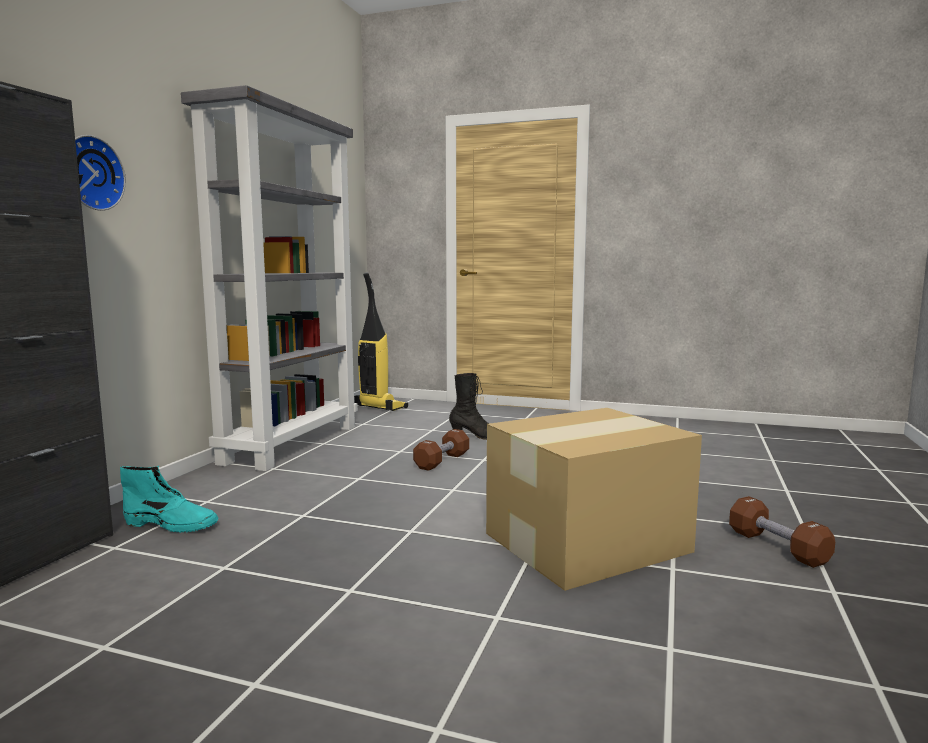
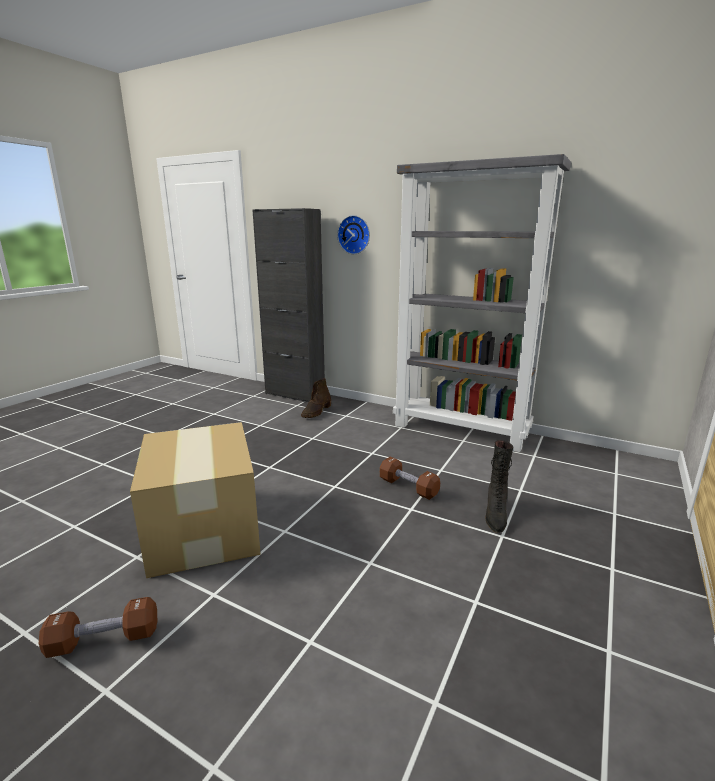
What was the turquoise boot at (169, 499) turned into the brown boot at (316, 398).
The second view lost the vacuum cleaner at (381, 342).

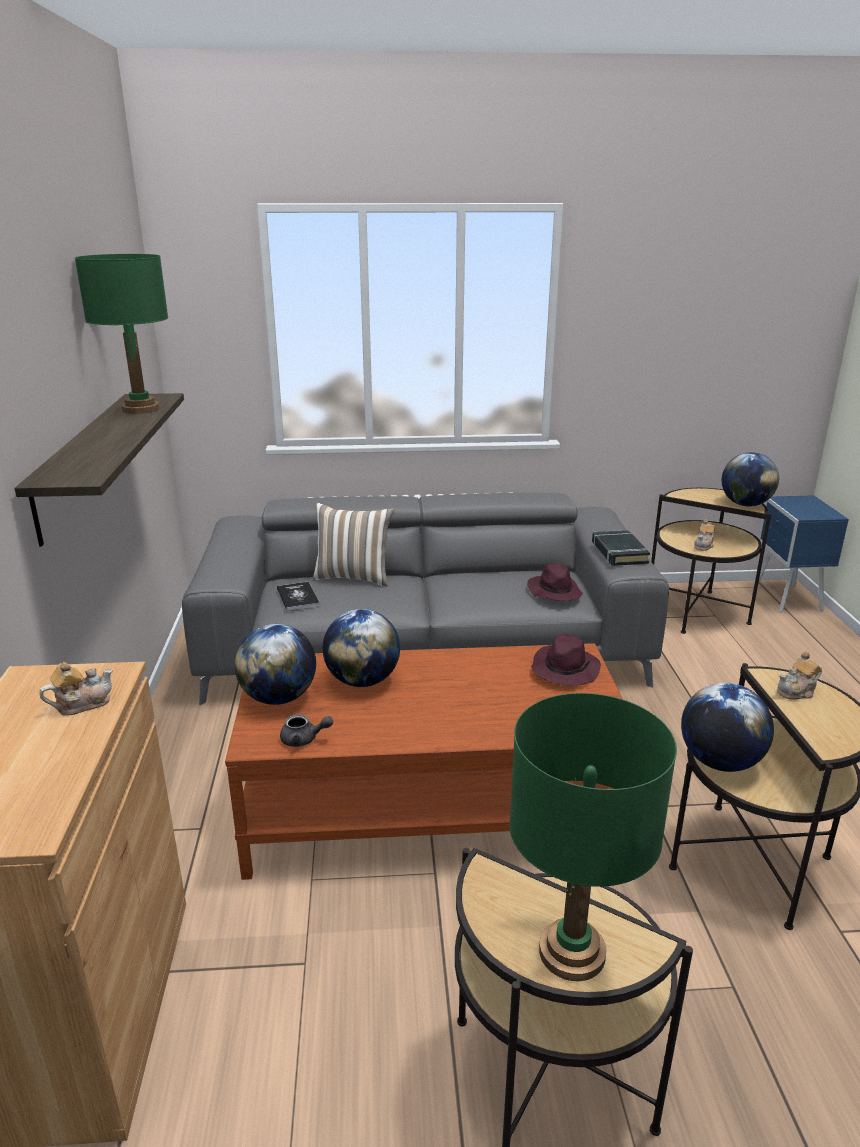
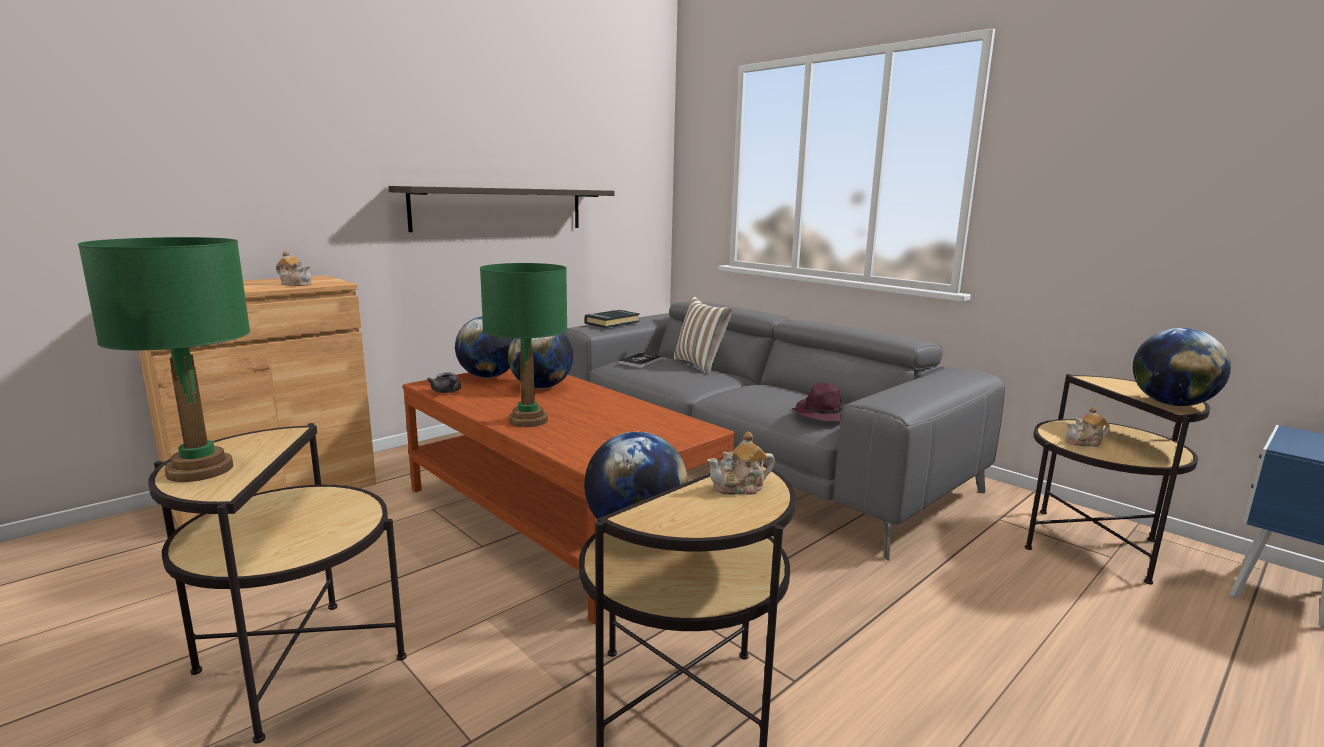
The green table lamp ended up elsewhere, having gone from (121, 334) to (524, 345).
The second view lost the purple hat at (566, 660).
The black book ended up elsewhere, having gone from (621, 548) to (612, 319).
The teapot at (799, 675) ended up facing another way, 45 degrees counterclockwise from before.

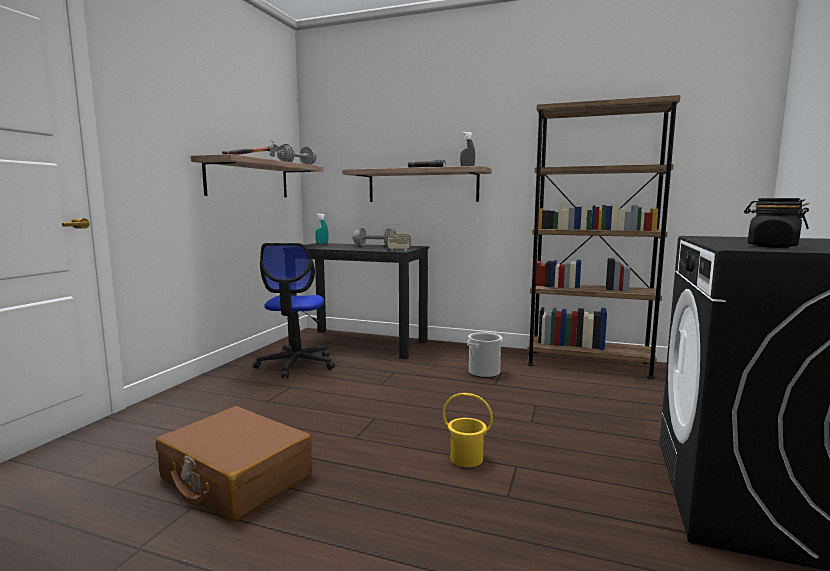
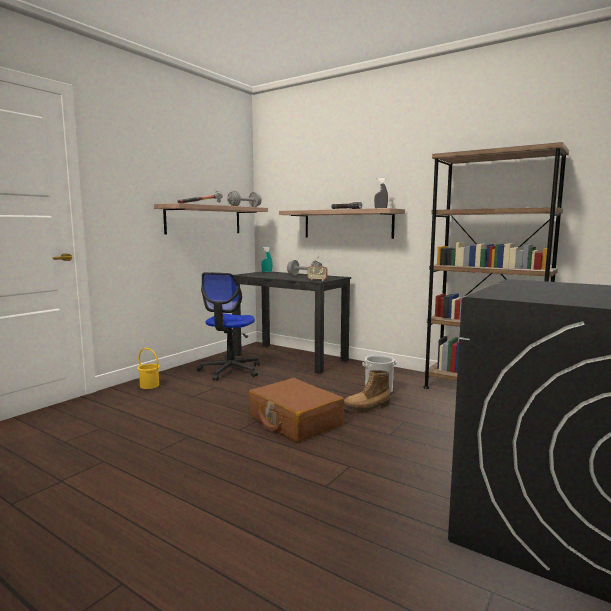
The brown suitcase ended up elsewhere, having gone from (234, 463) to (296, 410).
The yellow bucket ended up elsewhere, having gone from (468, 430) to (148, 368).
The second view lost the black jar at (776, 223).
The second view gained the boot at (367, 391).

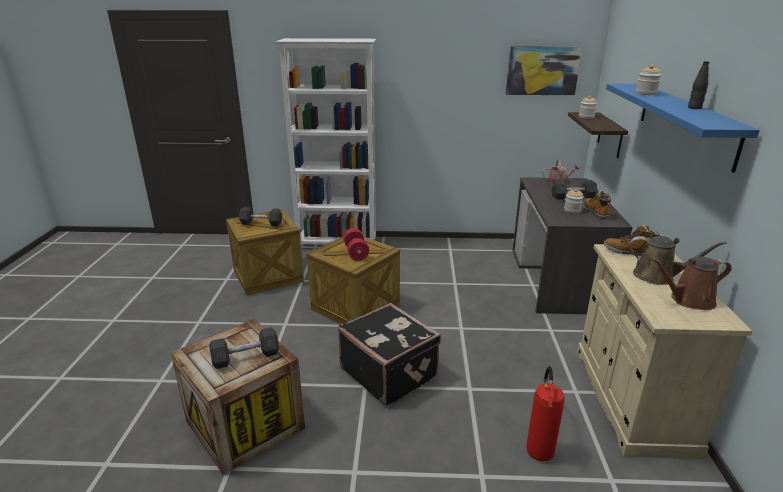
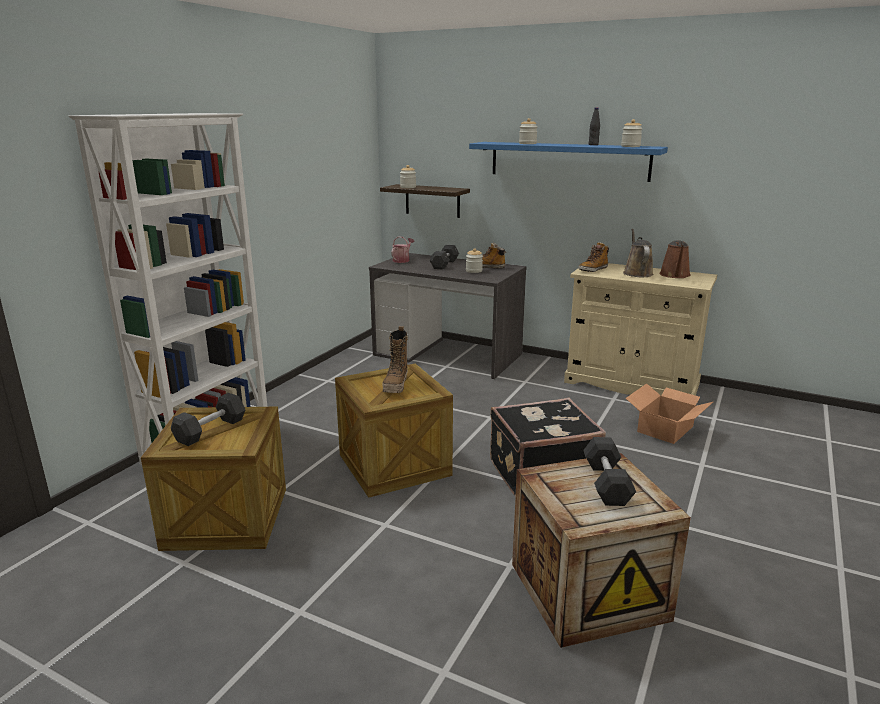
Where the red dumbbell stood at (356, 244), the boot came to stand at (395, 359).
The second view lost the picture at (544, 70).
Where the fire extinguisher stood at (545, 413), the cardboard box came to stand at (669, 414).
The brown watering can at (678, 260) ended up facing another way, 45 degrees counterclockwise from before.
The second view gained the jar at (632, 133).

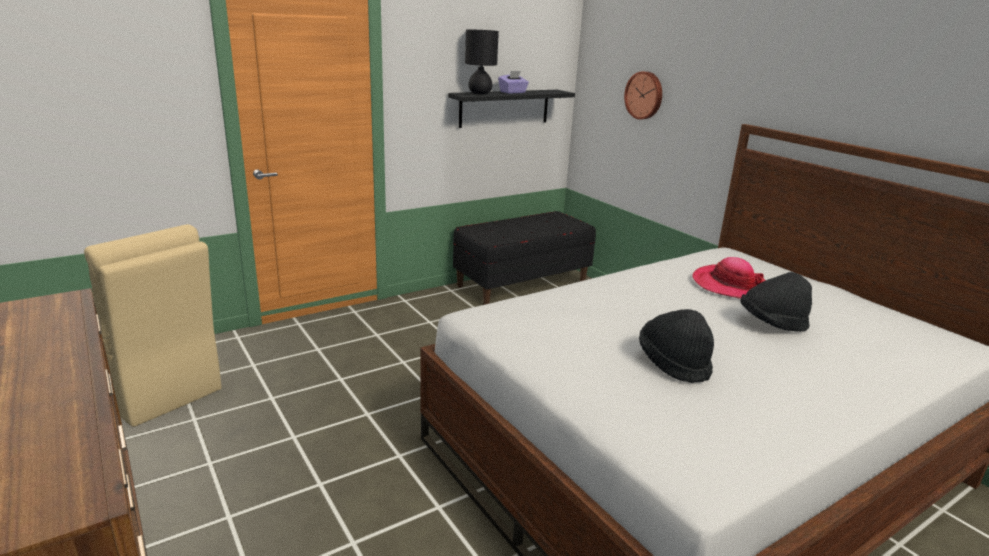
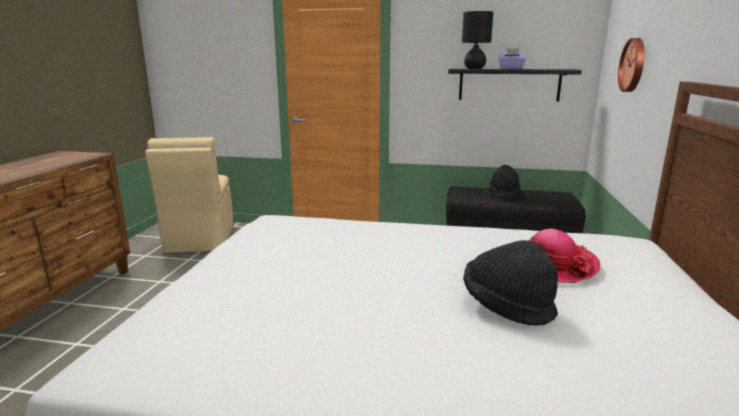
The black hat ended up elsewhere, having gone from (676, 346) to (505, 182).

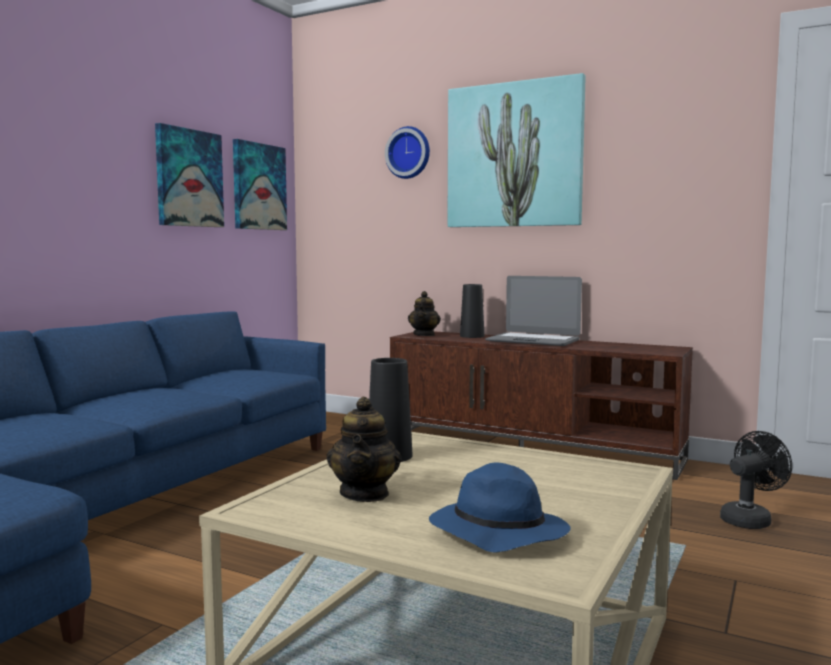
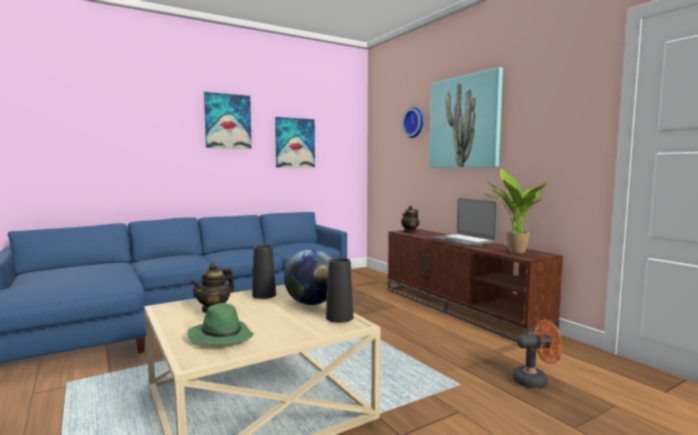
The picture ended up elsewhere, having gone from (260, 184) to (228, 120).
What was the blue hat at (500, 507) turned into the green hat at (220, 324).
The black vase ended up elsewhere, having gone from (472, 311) to (340, 290).
What was the black fan at (756, 480) turned into the orange fan at (537, 353).
The second view gained the globe at (308, 277).
The second view gained the potted plant at (515, 211).

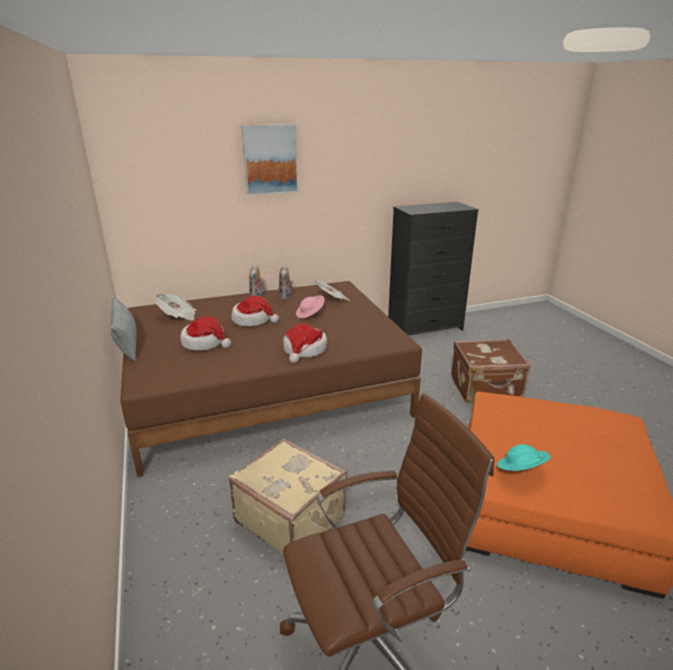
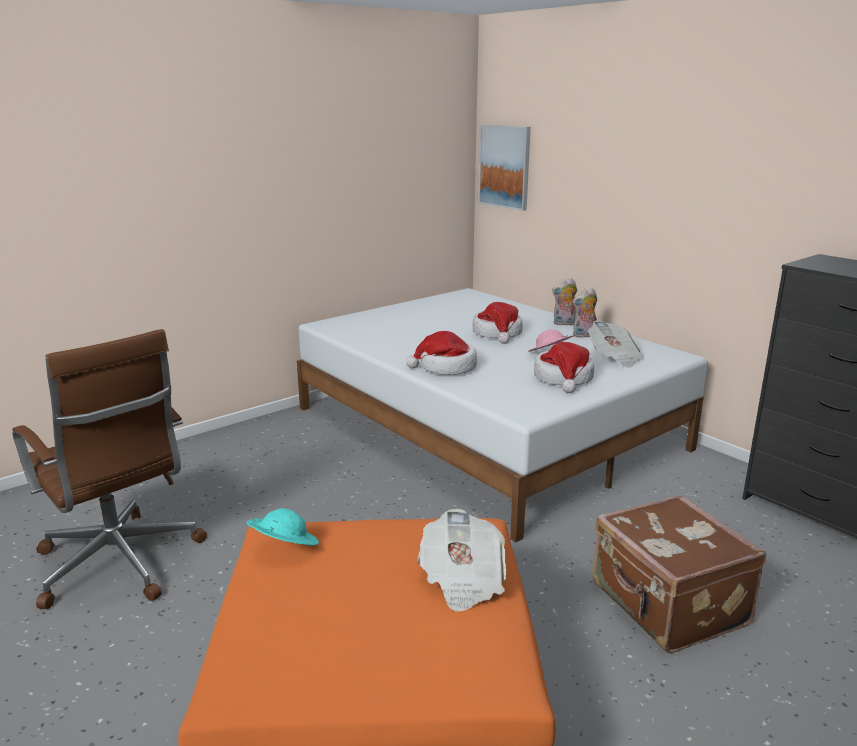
The second view lost the pillow at (124, 328).
What was the brown bed at (271, 379) turned into the white bed at (502, 415).
The newspaper ended up elsewhere, having gone from (175, 307) to (461, 560).
The hat ended up elsewhere, having gone from (205, 333) to (564, 367).
The second view lost the beige suitcase at (288, 497).
The picture ended up elsewhere, having gone from (269, 160) to (505, 167).

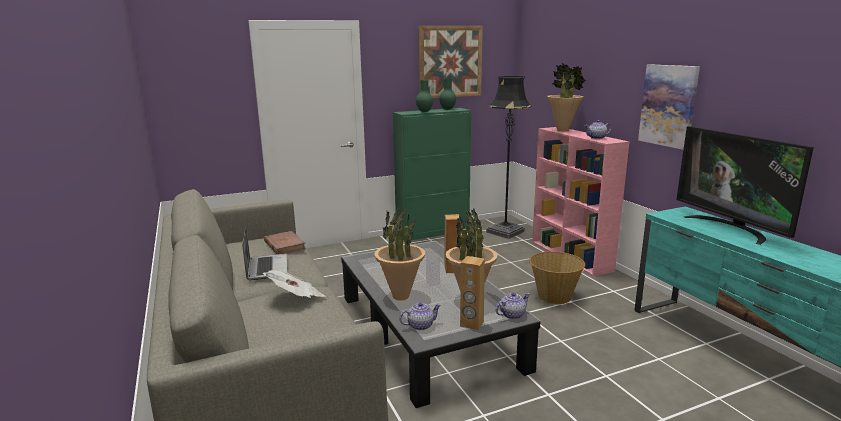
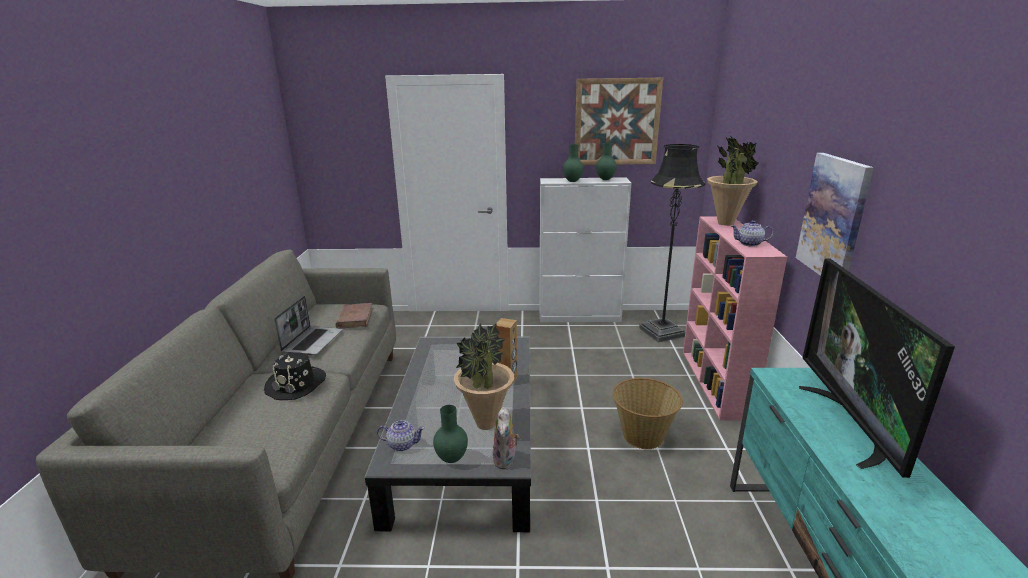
Where the newspaper stood at (294, 284), the black hat came to stand at (295, 376).
The second view lost the potted plant at (399, 254).
What was the green cabinet at (432, 174) turned into the white cabinet at (585, 249).
Where the brown speaker stood at (472, 293), the green vase came to stand at (450, 434).
Where the teapot stood at (513, 305), the plush toy came to stand at (506, 438).

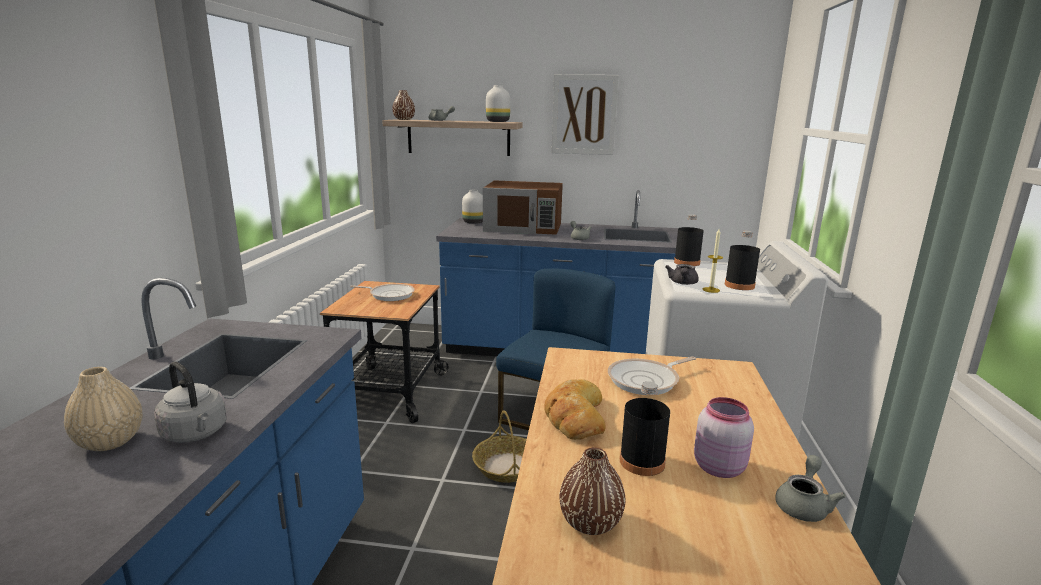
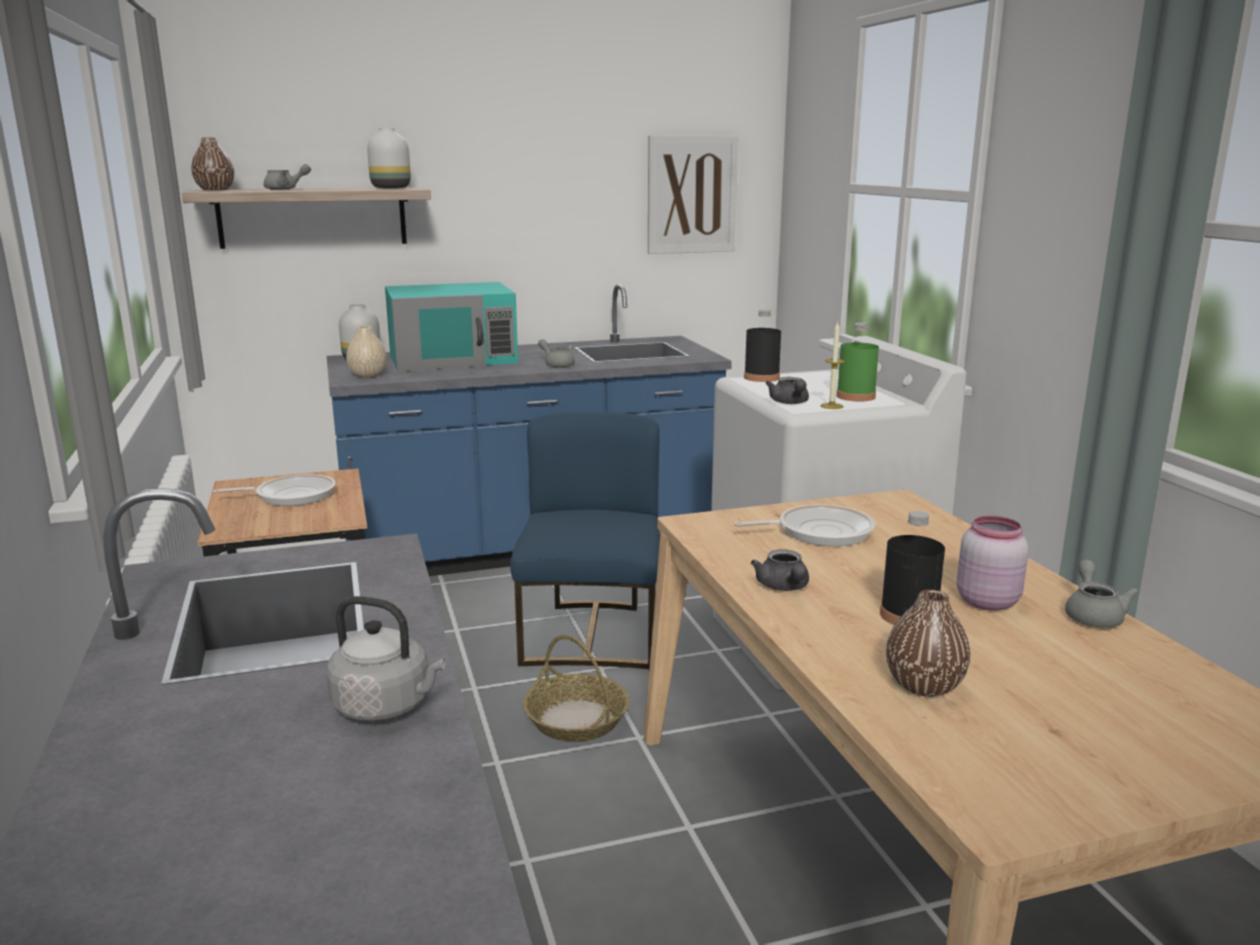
The beige vase ended up elsewhere, having gone from (103, 409) to (366, 352).
What was the brown microwave at (523, 207) turned into the turquoise microwave at (451, 327).
Where the bread stood at (575, 409), the grey teapot came to stand at (780, 570).
The picture ended up elsewhere, having gone from (585, 114) to (693, 194).
The frying pan at (652, 375) ended up facing another way, 135 degrees counterclockwise from before.
What was the black bottle at (742, 260) turned into the green bottle at (858, 362).

